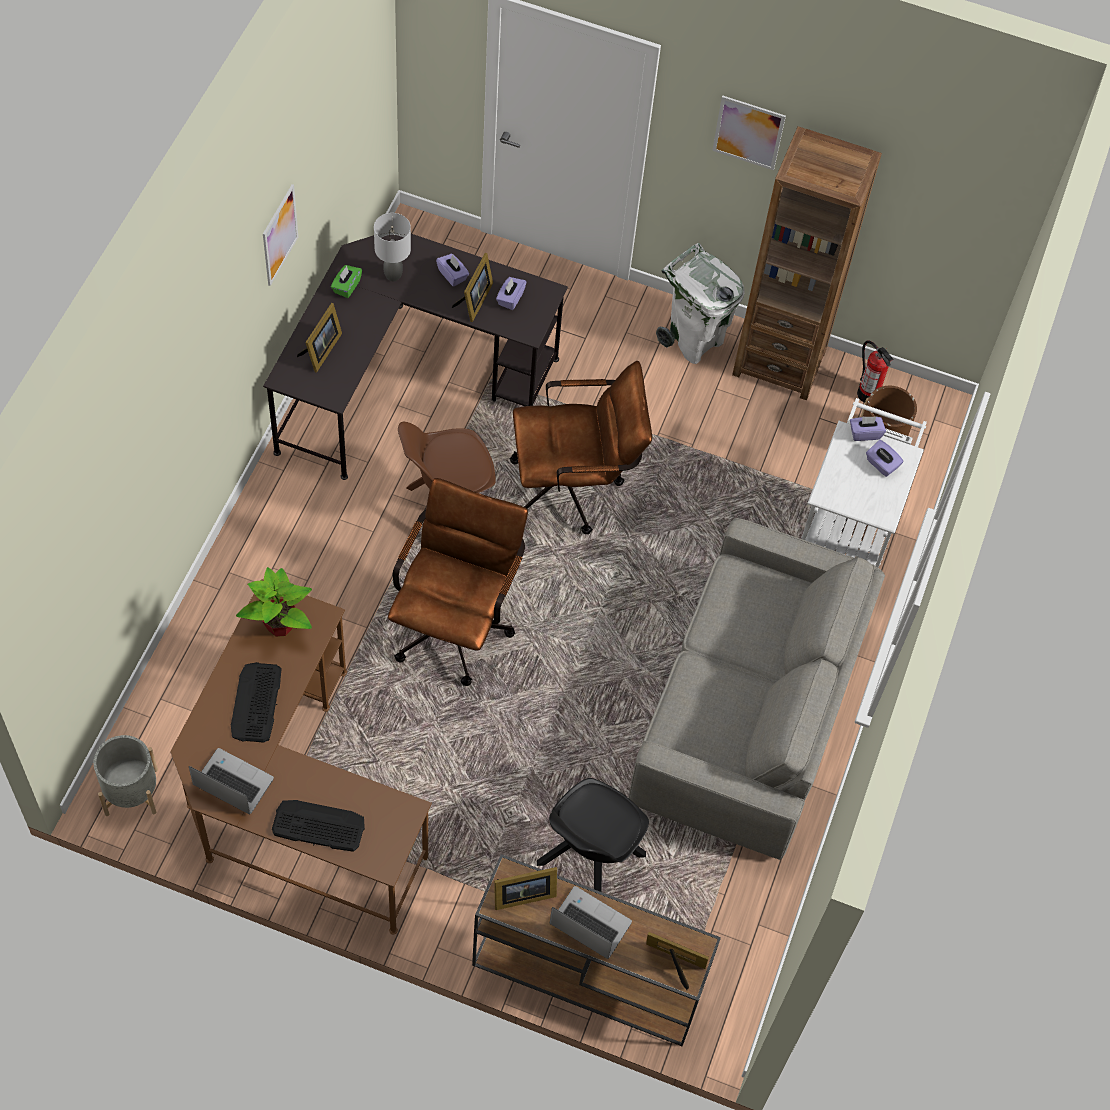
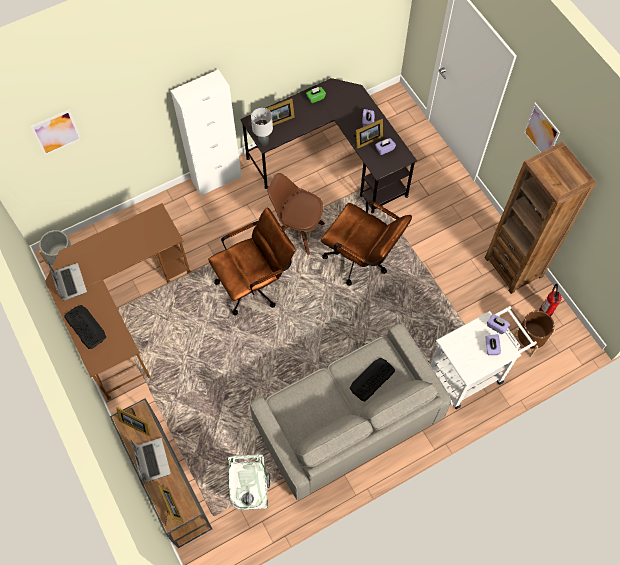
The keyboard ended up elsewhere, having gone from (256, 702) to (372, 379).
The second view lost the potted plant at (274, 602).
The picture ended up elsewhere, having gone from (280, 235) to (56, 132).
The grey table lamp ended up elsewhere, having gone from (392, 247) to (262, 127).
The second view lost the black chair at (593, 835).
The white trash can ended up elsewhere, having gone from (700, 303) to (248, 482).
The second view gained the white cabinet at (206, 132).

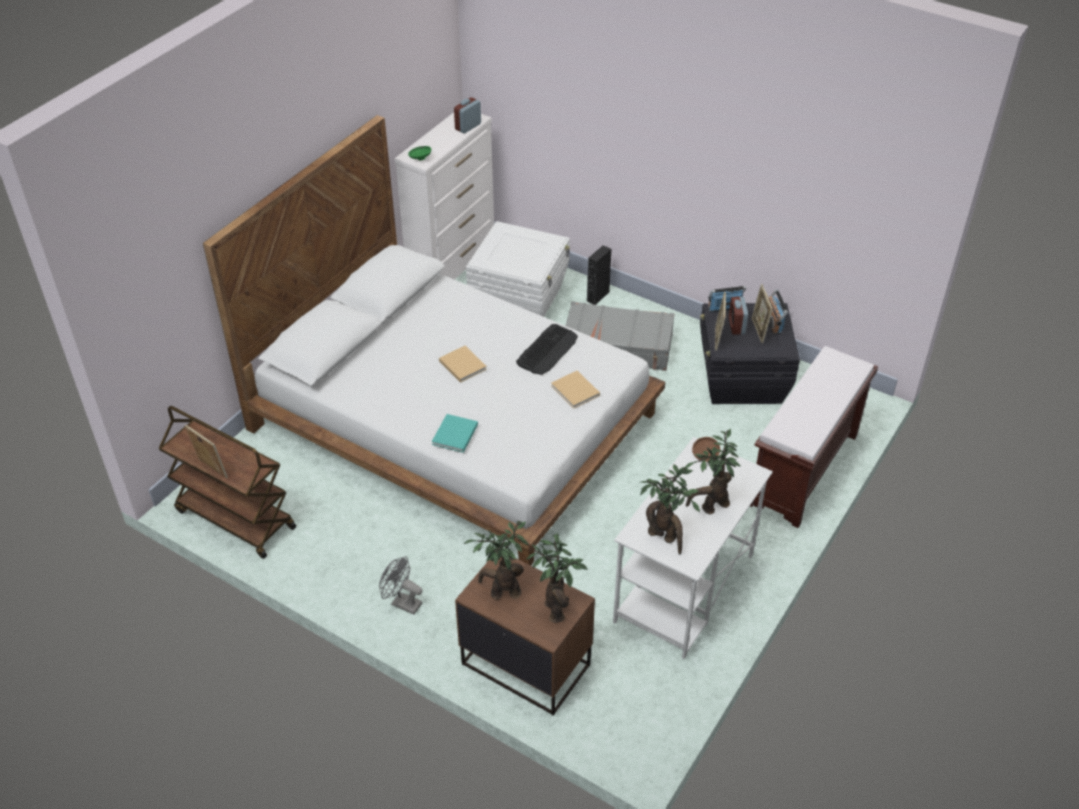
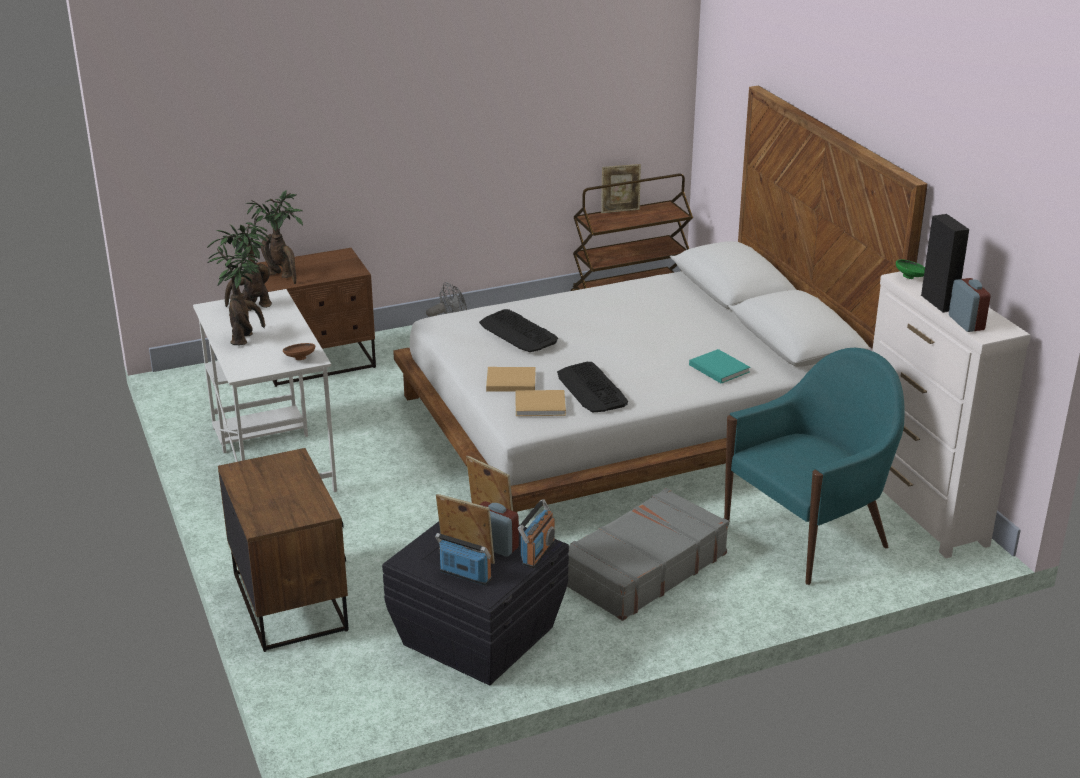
The turquoise book ended up elsewhere, having gone from (455, 433) to (719, 366).
The beige book ended up elsewhere, having gone from (463, 364) to (540, 403).
The second view lost the potted plant at (496, 560).
Where the white storage box stood at (518, 269), the turquoise armchair came to stand at (814, 466).
The black speaker ended up elsewhere, having gone from (598, 275) to (945, 263).
Where the brown bench stood at (814, 437), the brown nightstand came to stand at (283, 550).
The second view gained the keyboard at (518, 330).

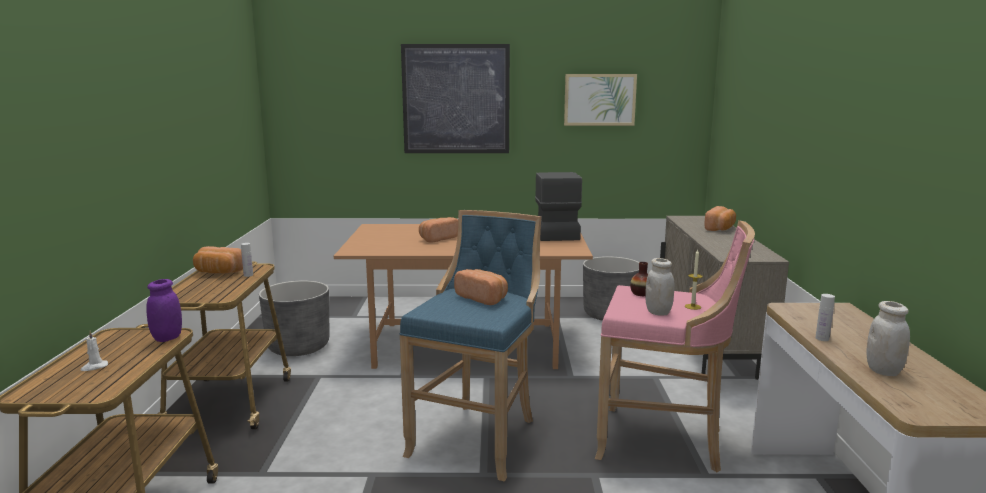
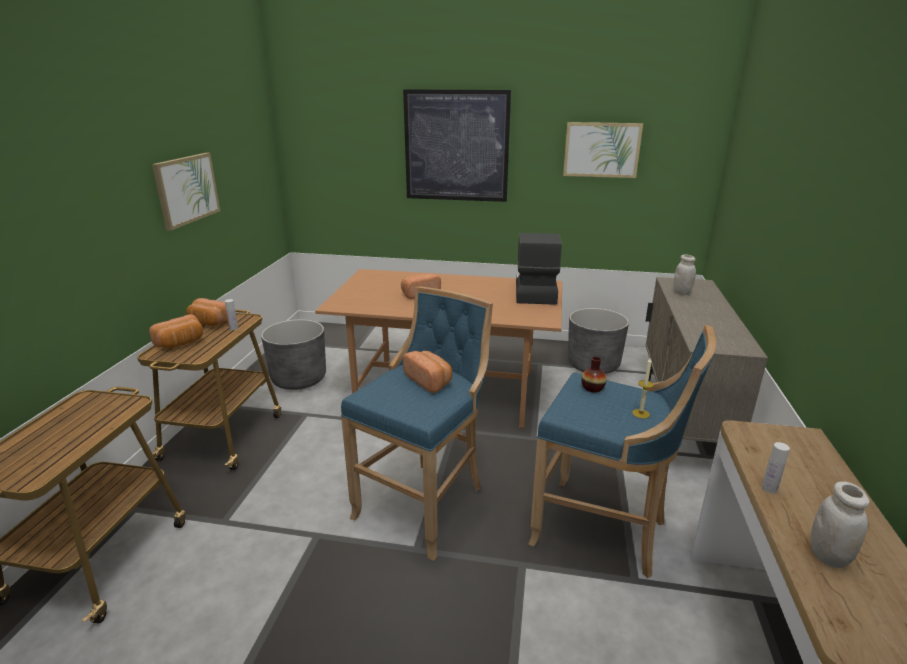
The second view lost the white candle at (94, 351).
The second view lost the purple jar at (164, 310).
What was the pink stool at (675, 346) turned into the blue stool at (622, 451).
The white jar ended up elsewhere, having gone from (659, 287) to (685, 275).
The bread ended up elsewhere, having gone from (720, 218) to (176, 331).
The second view gained the picture at (186, 192).

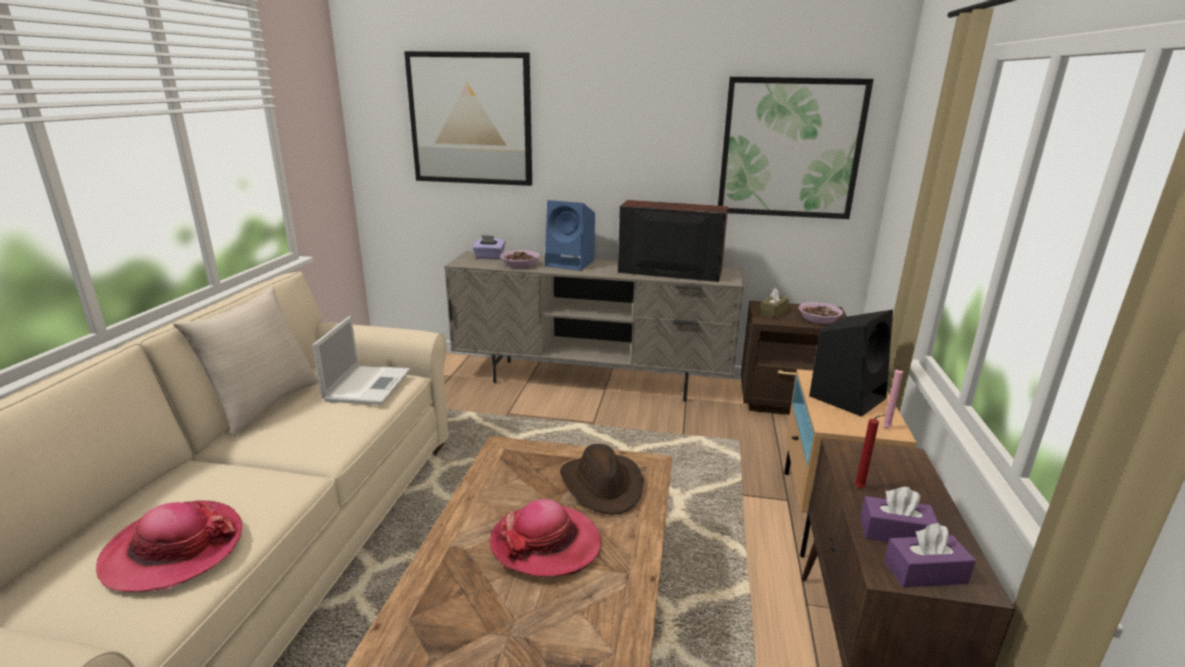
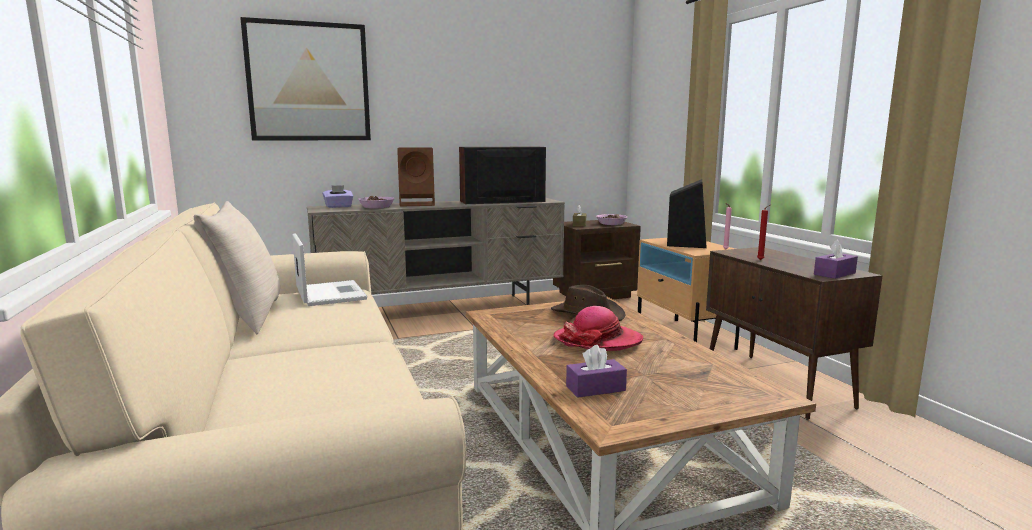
The second view lost the hat at (169, 546).
What was the blue speaker at (570, 235) turned into the brown speaker at (416, 177).
The second view lost the picture at (796, 148).
The purple tissue box ended up elsewhere, having gone from (899, 514) to (596, 371).

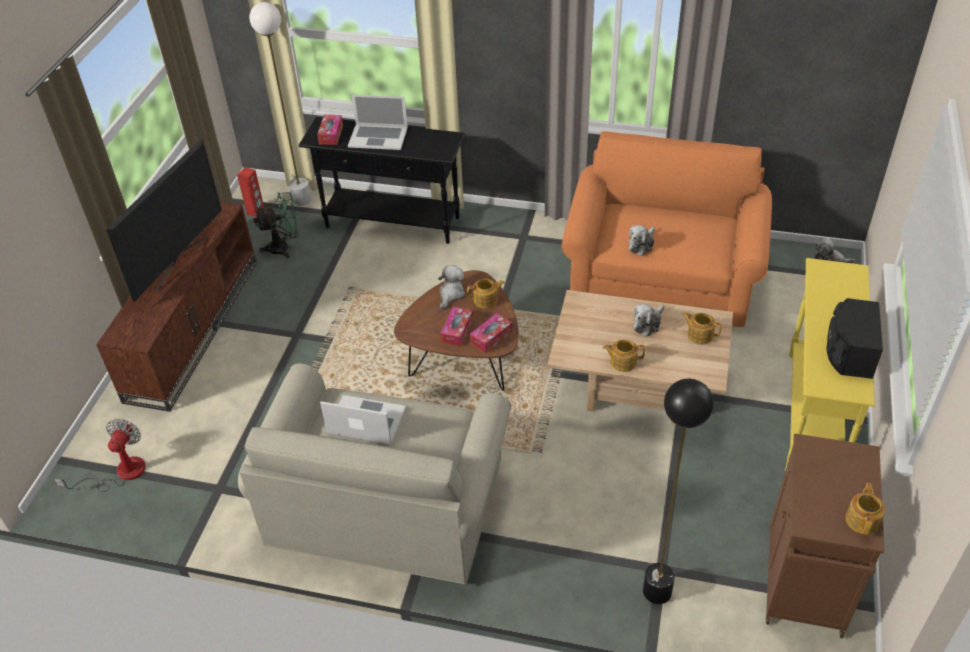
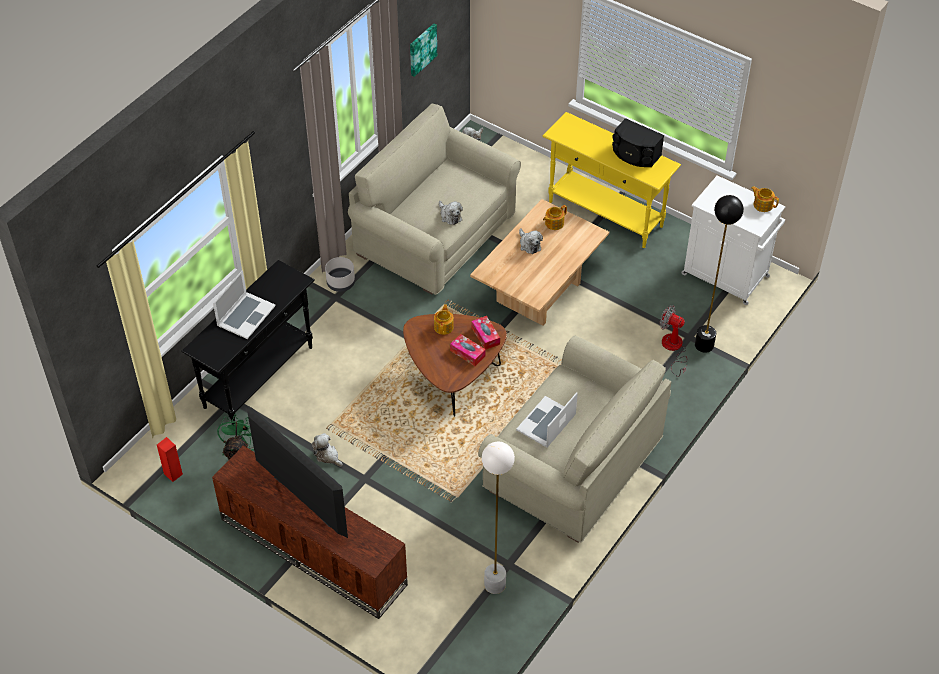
The fan ended up elsewhere, having gone from (100, 455) to (673, 341).
The white floor lamp ended up elsewhere, having gone from (280, 104) to (498, 517).
The second view lost the tissue box at (330, 130).
The plush toy ended up elsewhere, having gone from (451, 287) to (327, 450).
What was the orange sofa at (666, 229) turned into the beige sofa at (434, 199).
The second view lost the teapot at (624, 355).
What was the brown cabinet at (825, 535) turned into the white cabinet at (733, 240).
The second view gained the grey planter at (340, 274).
The second view gained the picture at (423, 50).

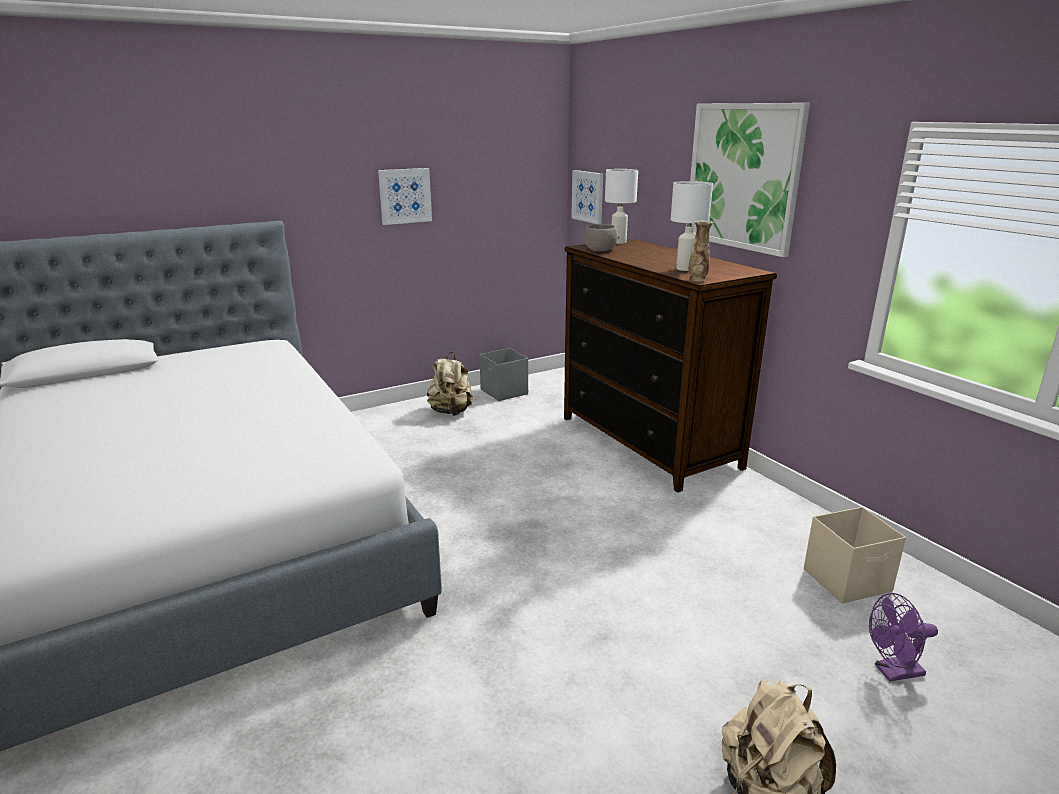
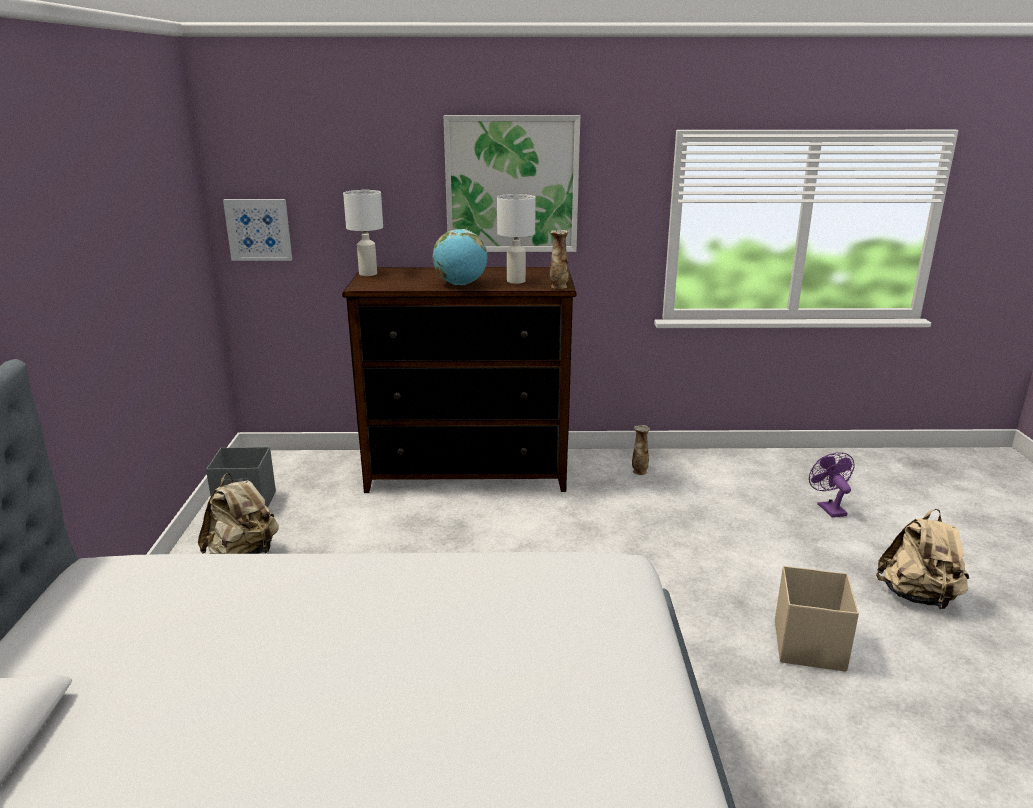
The second view lost the picture at (405, 196).
The second view lost the grey bowl at (602, 238).
The beige storage box ended up elsewhere, having gone from (855, 555) to (817, 619).
The purple fan at (903, 637) ended up facing another way, 150 degrees clockwise from before.
The second view gained the globe at (460, 257).
The second view gained the vase at (641, 450).

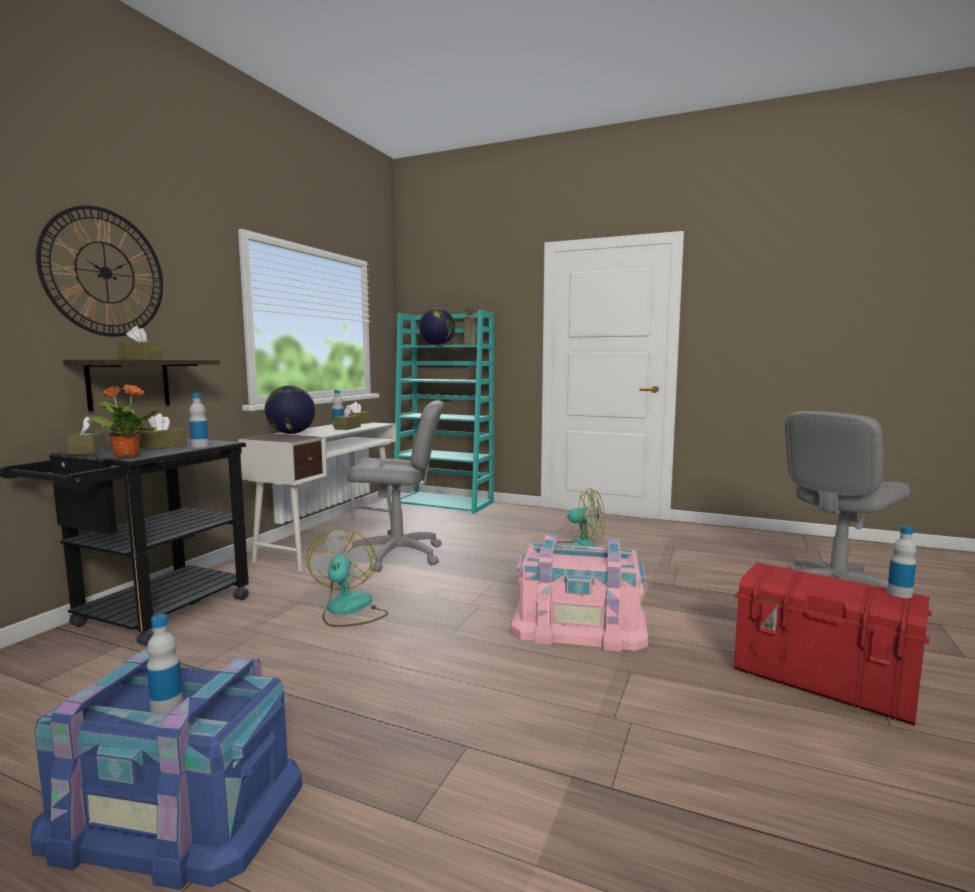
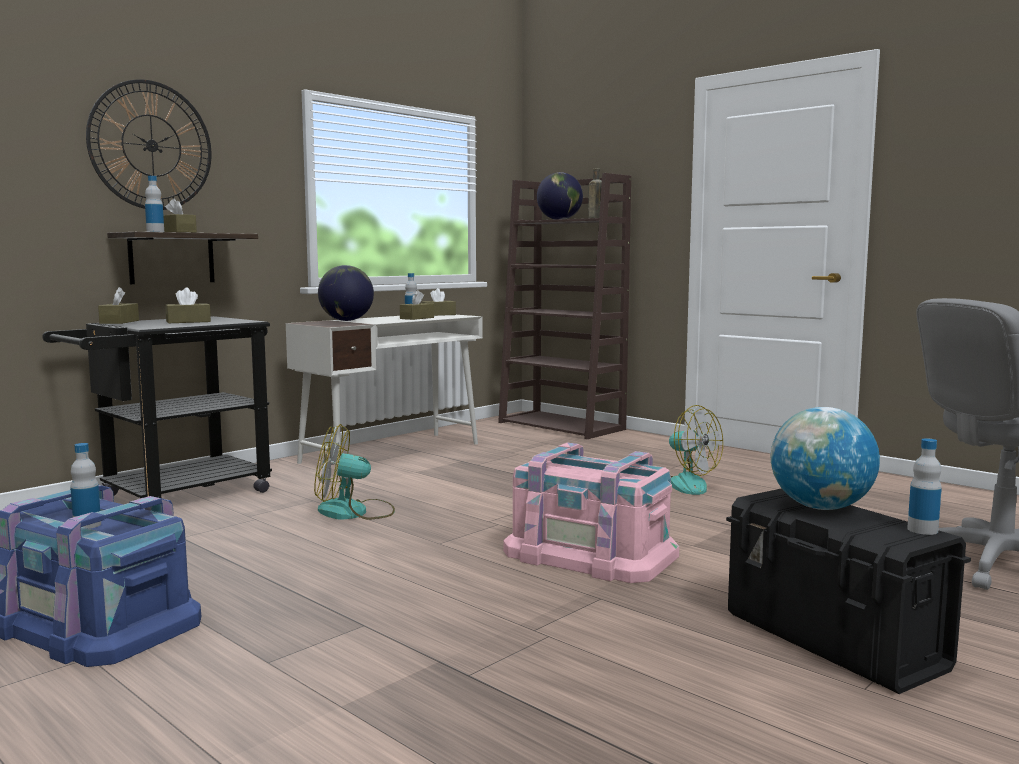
The second view lost the potted plant at (122, 421).
The bottle ended up elsewhere, having gone from (199, 420) to (154, 204).
The fan at (347, 578) ended up facing another way, 105 degrees counterclockwise from before.
The second view lost the grey office chair at (395, 486).
What was the turquoise bookcase at (444, 412) turned into the brown bookcase at (564, 306).
What was the red storage box at (833, 644) turned into the black storage box at (848, 591).
The second view gained the globe at (825, 458).

